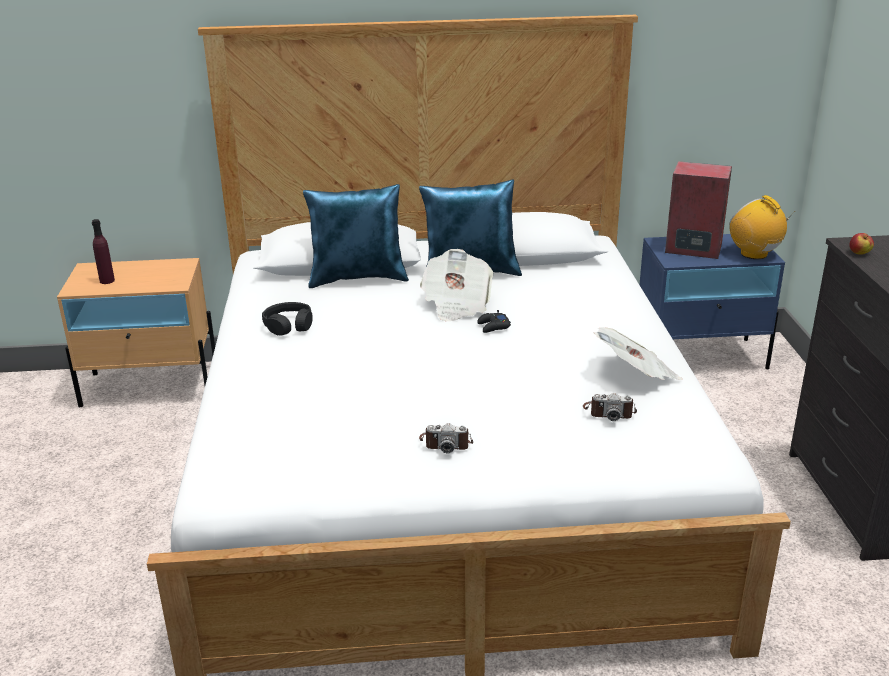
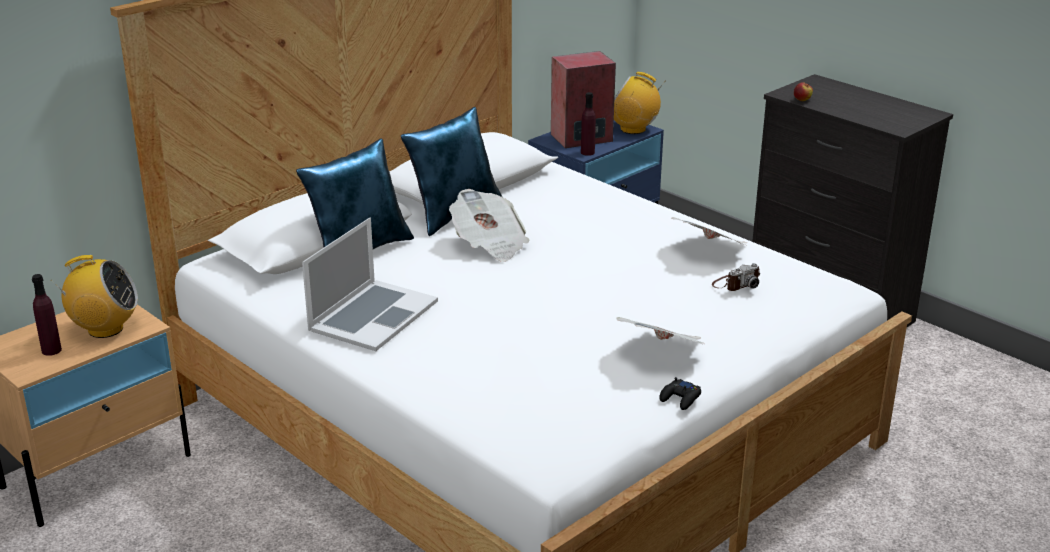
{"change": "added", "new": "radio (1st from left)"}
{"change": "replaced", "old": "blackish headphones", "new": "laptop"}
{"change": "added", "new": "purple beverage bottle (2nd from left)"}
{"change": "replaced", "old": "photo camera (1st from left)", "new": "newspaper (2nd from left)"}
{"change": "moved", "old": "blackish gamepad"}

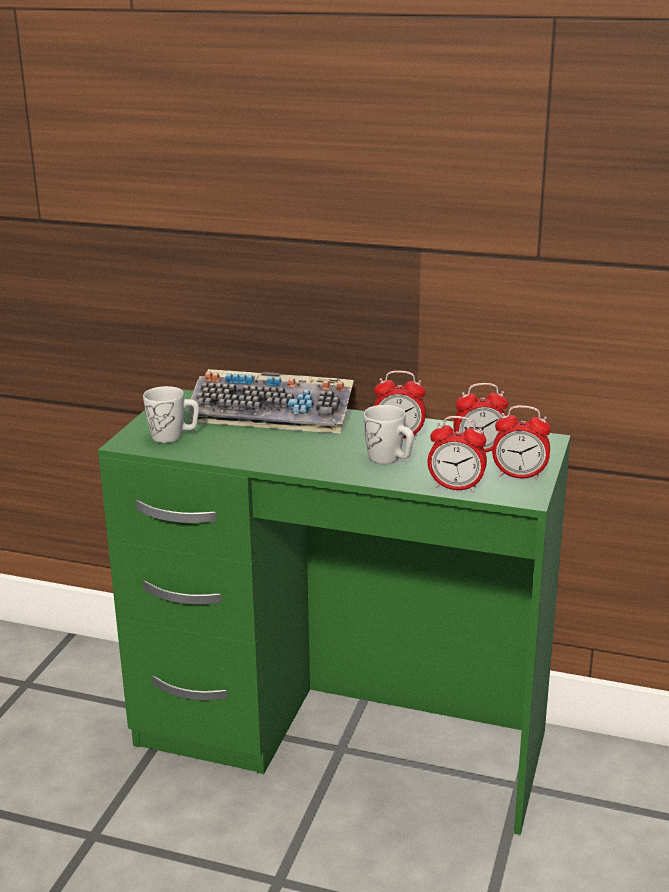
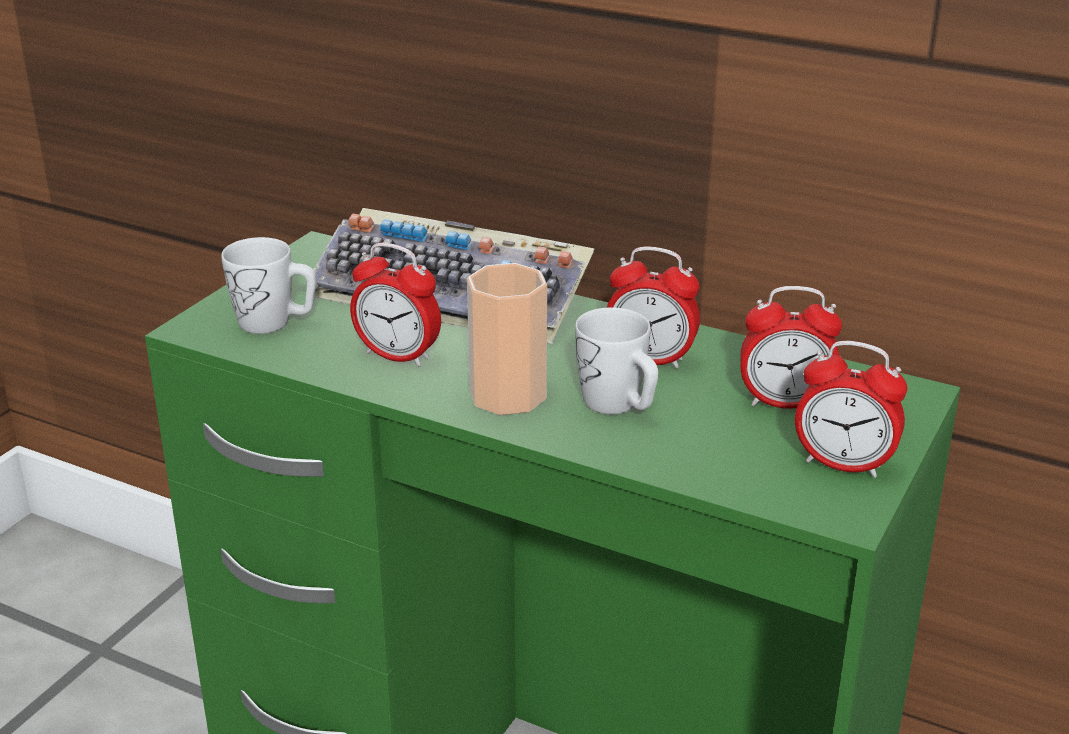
{"change": "moved", "old": "bedside clock (2nd from left in the first image)", "new": "bedside clock (1st from left)"}
{"change": "added", "new": "drinking cup"}

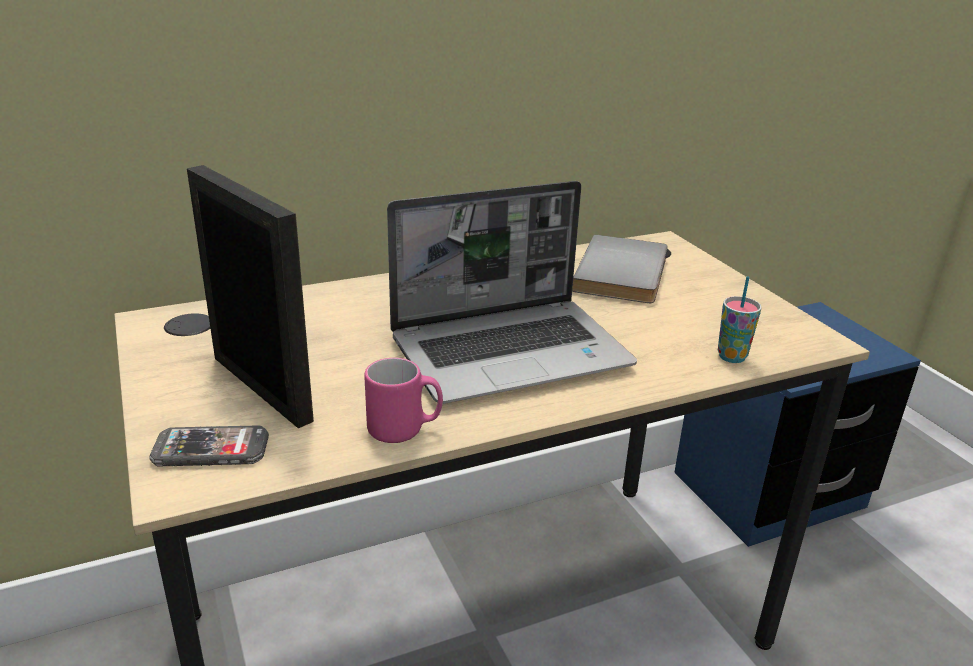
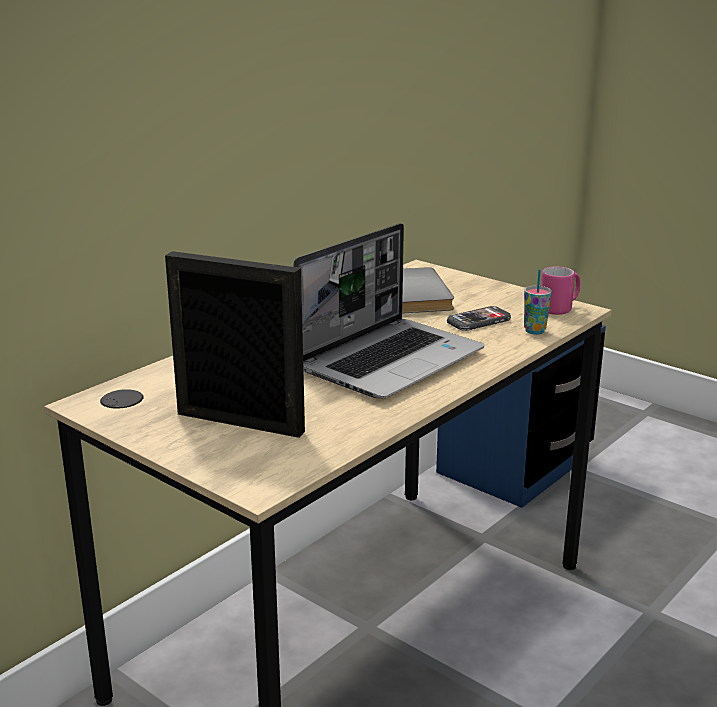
{"change": "moved", "old": "telephone"}
{"change": "moved", "old": "pinkish tea mug"}

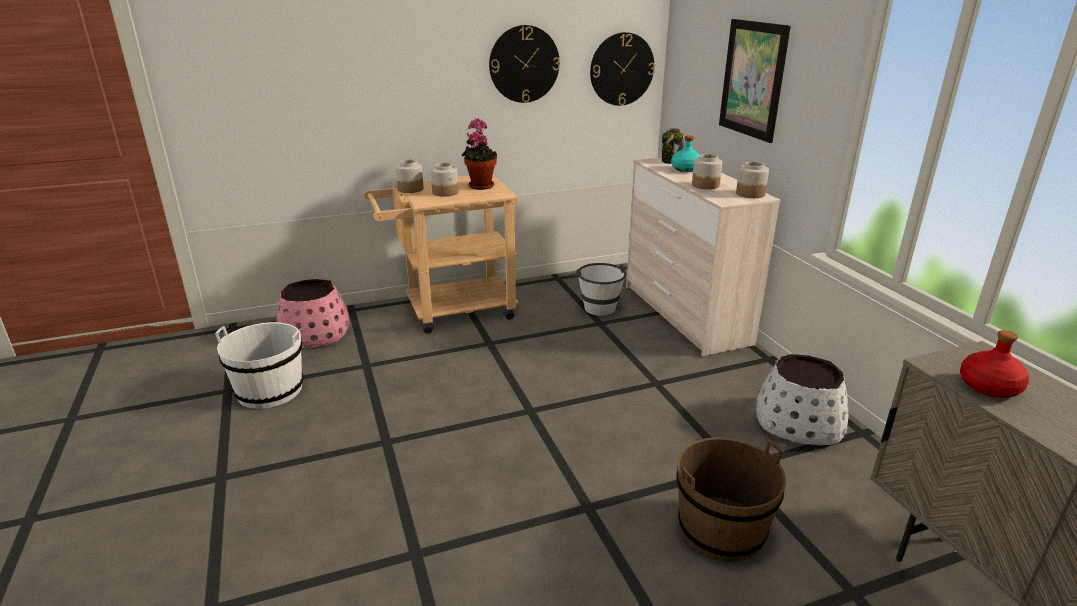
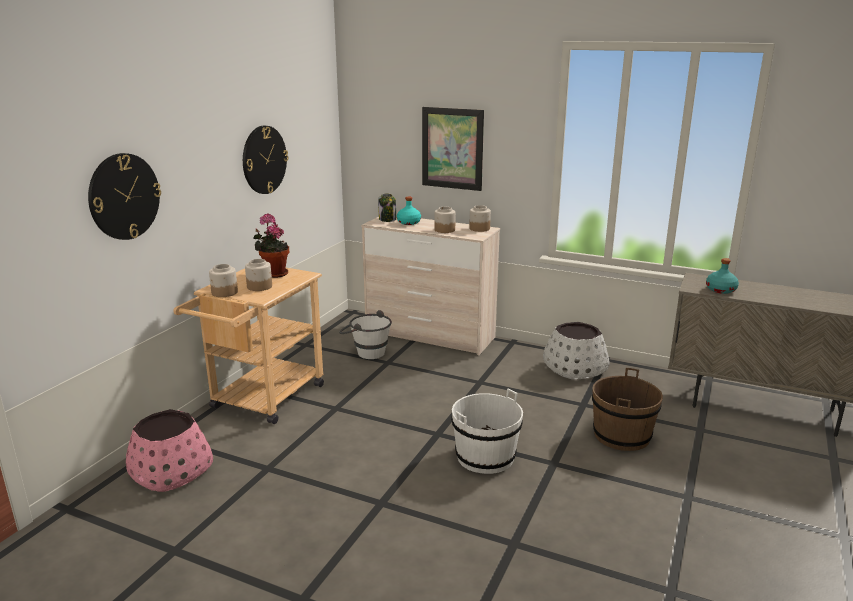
{"change": "moved", "old": "clock on the wall (2nd from left in the first image)", "new": "clock on the wall (1st from left)"}
{"change": "moved", "old": "white bucket (1st from left in the first image)", "new": "white bucket (2nd from left)"}
{"change": "recoloured", "old": "red beverage bottle", "new": "blue-green beverage bottle (2nd from left)"}

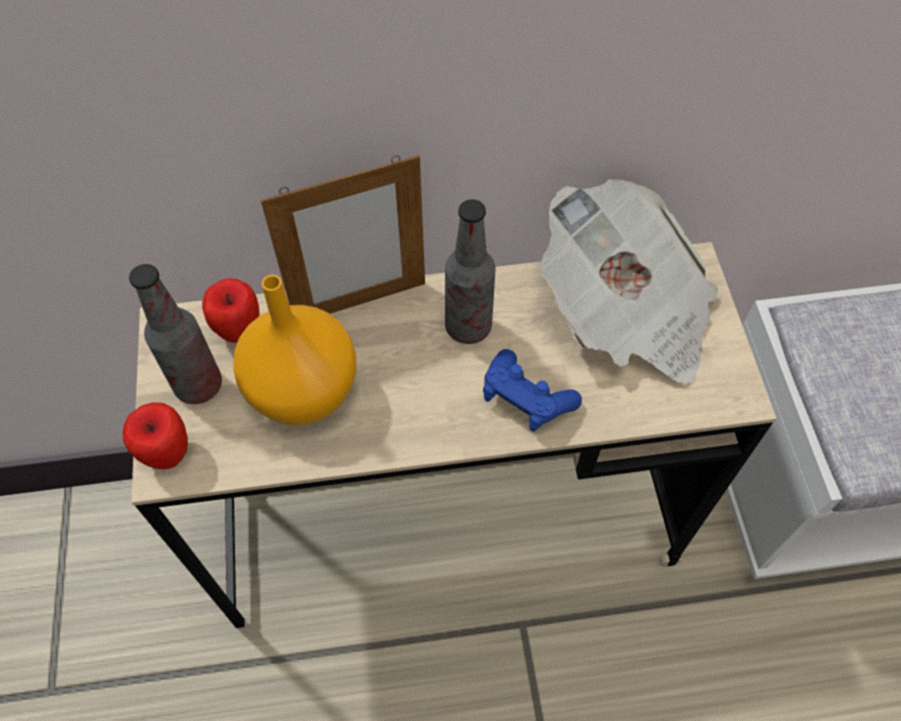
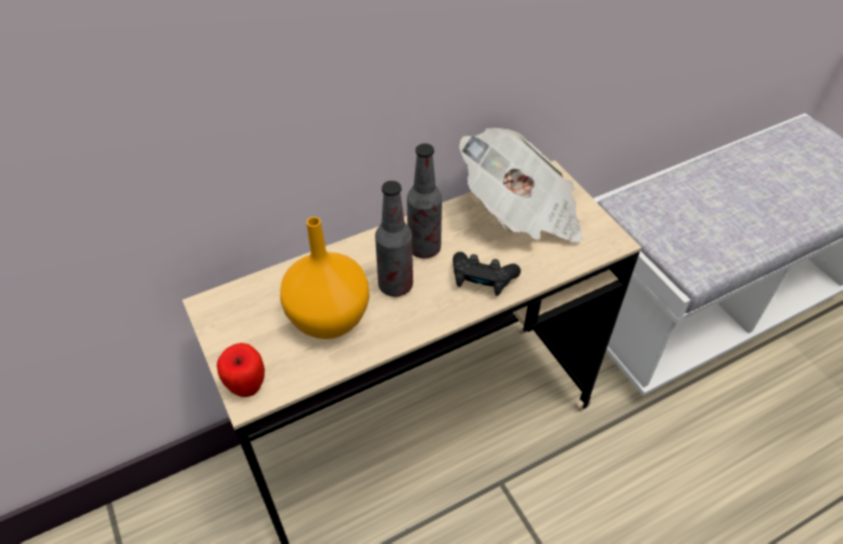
{"change": "moved", "old": "beverage bottle (1st from left)"}
{"change": "recoloured", "old": "blue-coloured gamepad", "new": "blackish gamepad"}
{"change": "removed", "old": "apple (2nd from left)"}
{"change": "removed", "old": "picture frame"}

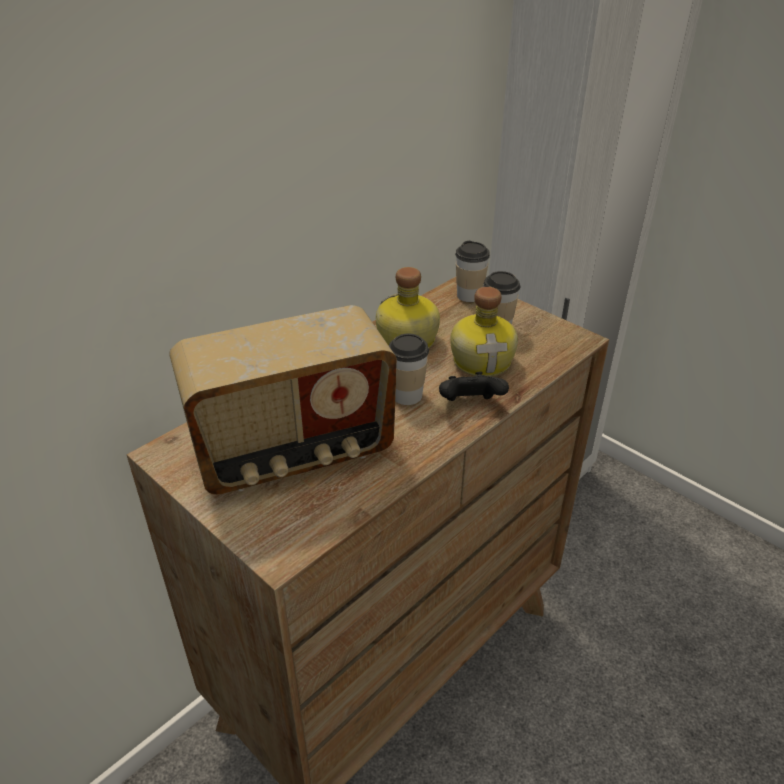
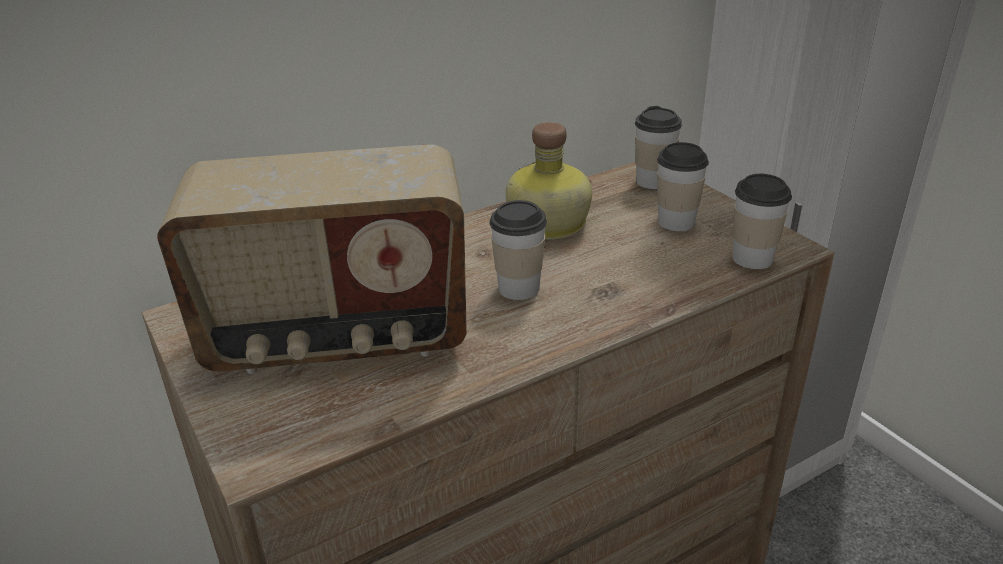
{"change": "added", "new": "drinking cup (4th from left)"}
{"change": "removed", "old": "blackish gamepad"}
{"change": "removed", "old": "beverage bottle (2nd from left)"}

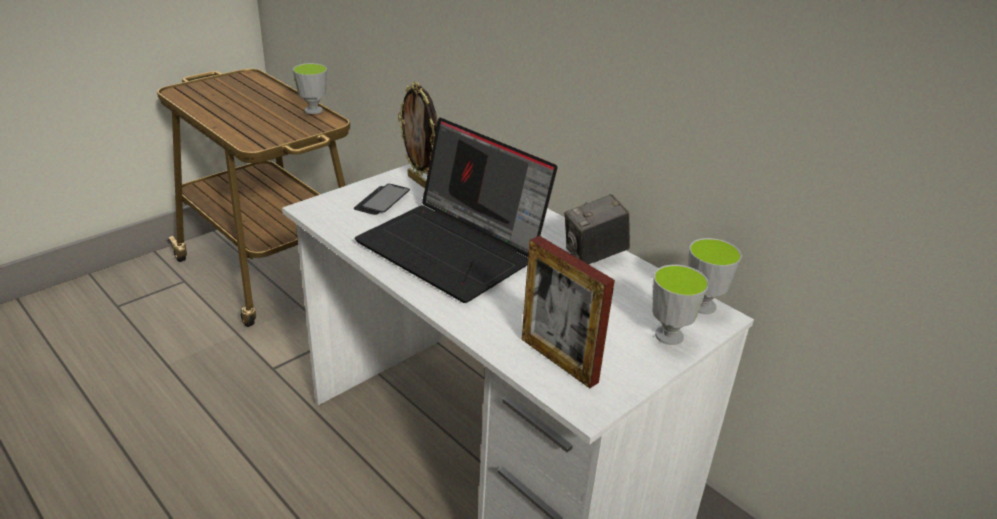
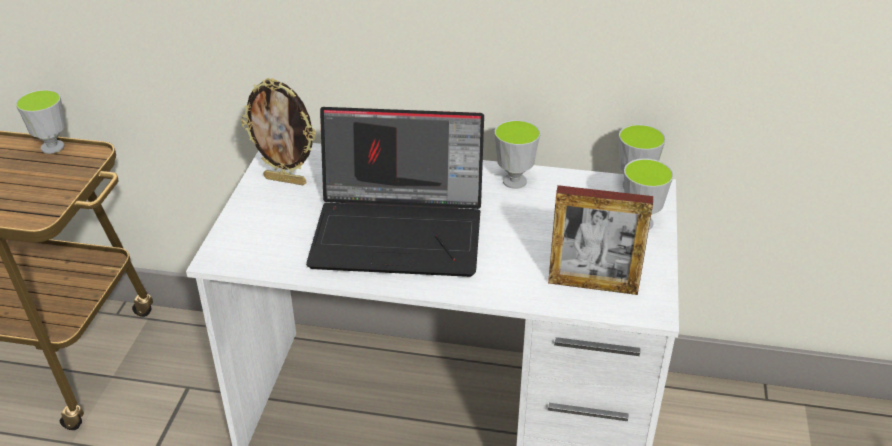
{"change": "replaced", "old": "photo camera", "new": "drinking cup (2nd from left)"}
{"change": "removed", "old": "telephone"}

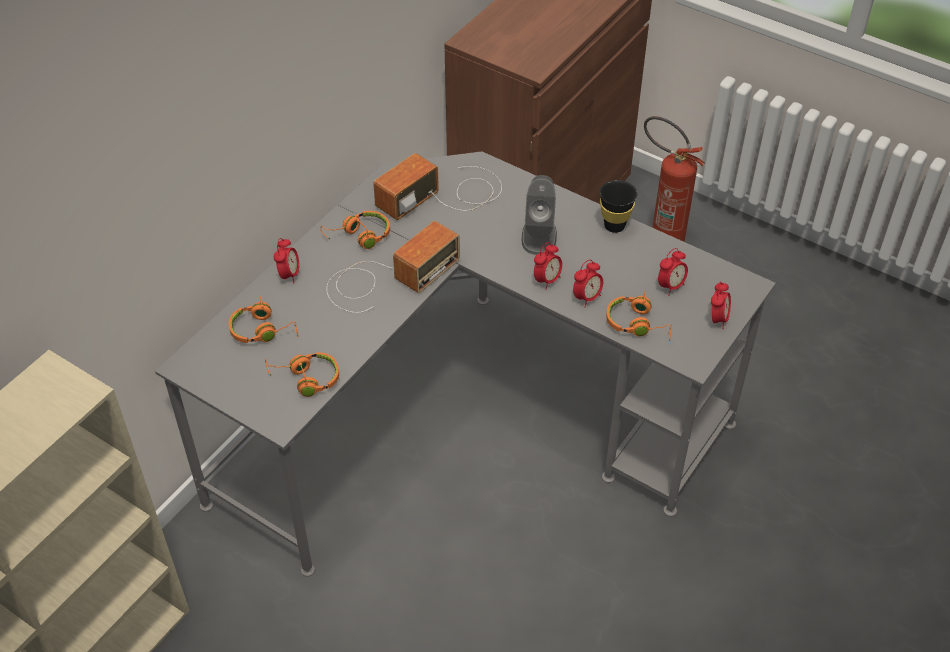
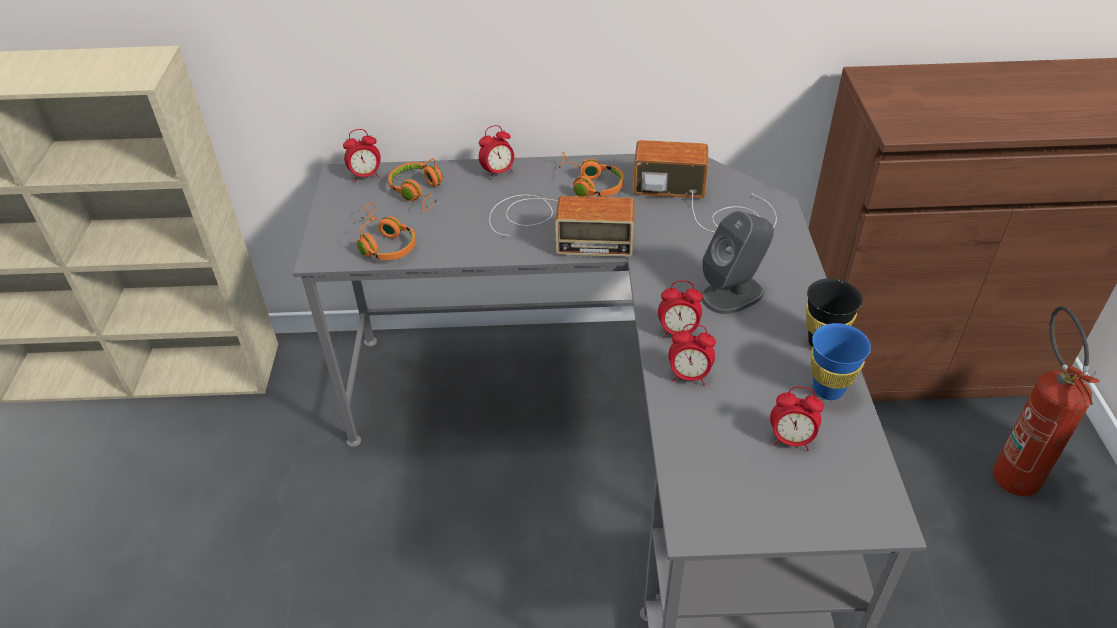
{"change": "moved", "old": "bedside clock (5th from left in the first image)", "new": "bedside clock (1st from left)"}
{"change": "added", "new": "blue-coloured drinking cup"}
{"change": "removed", "old": "orangey headphones (4th from left)"}

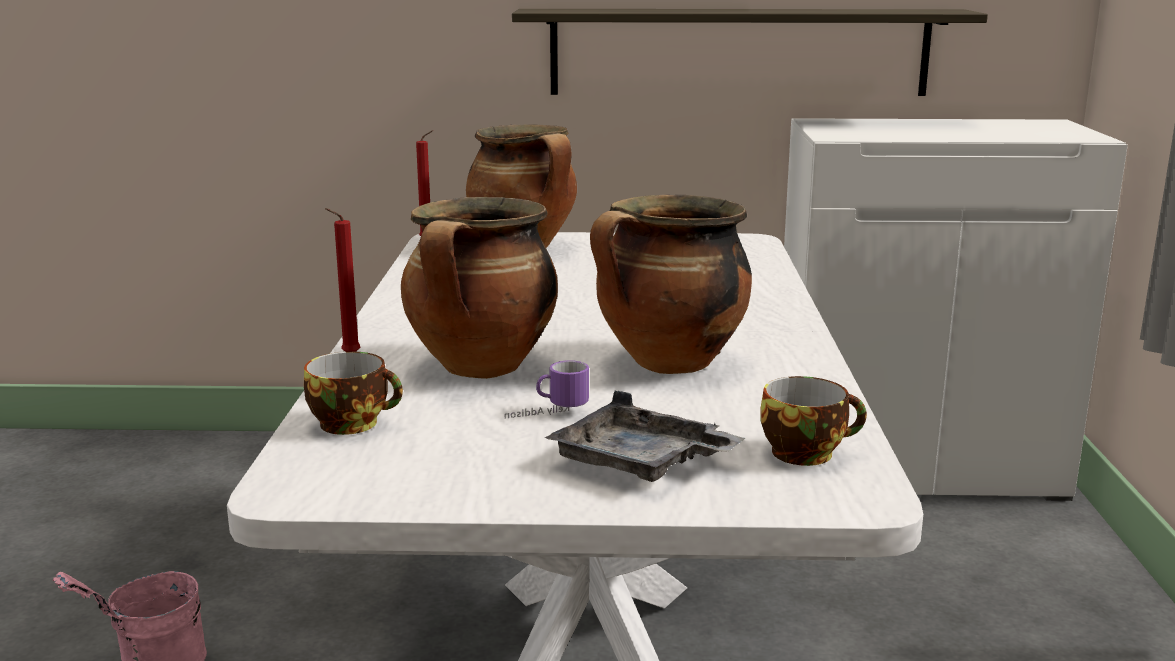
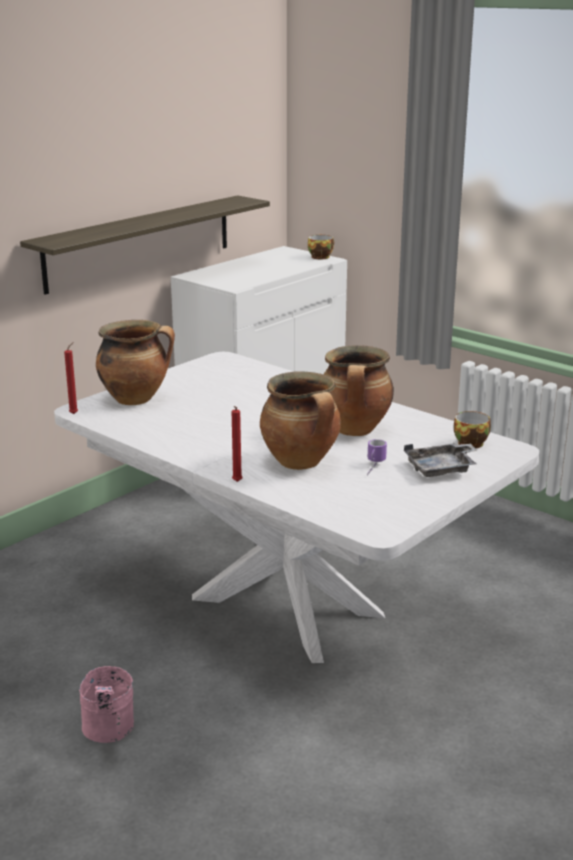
{"change": "moved", "old": "drinking cup (1st from left)"}

